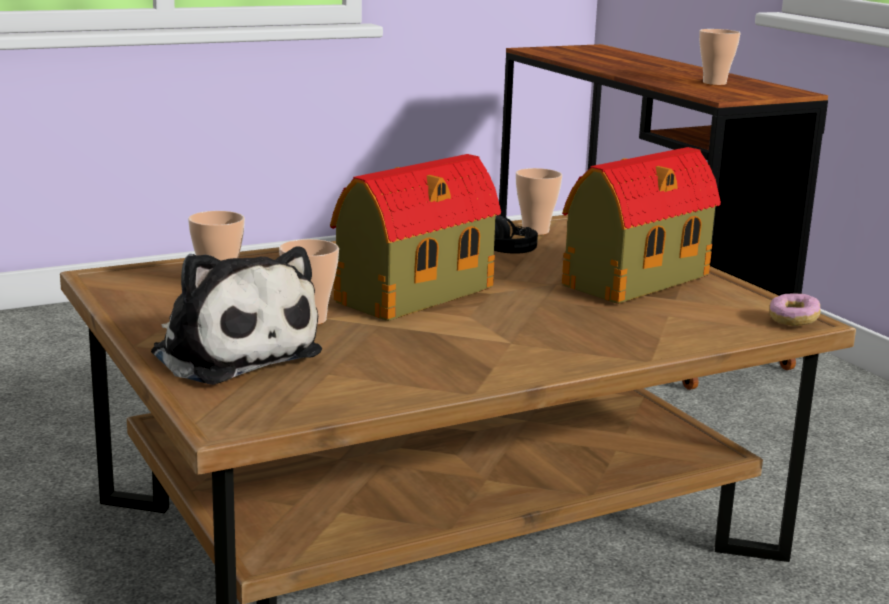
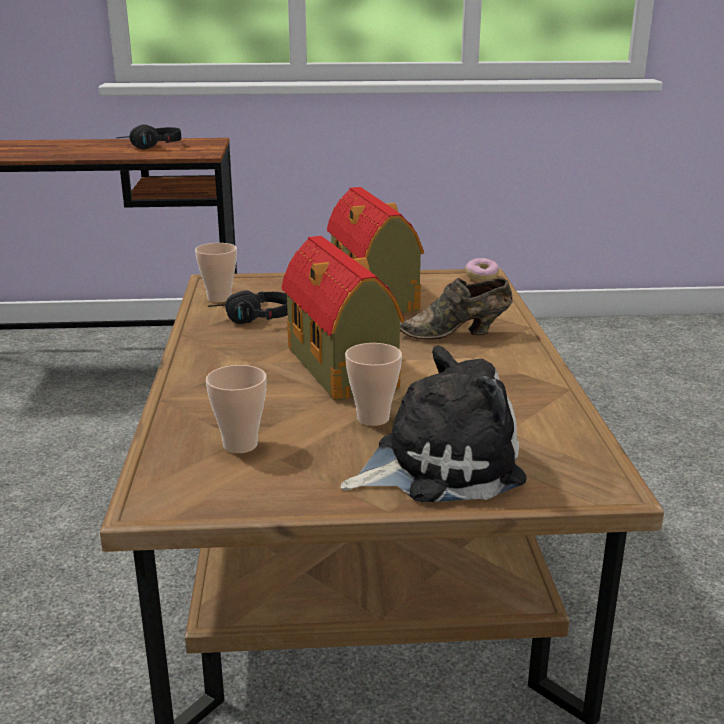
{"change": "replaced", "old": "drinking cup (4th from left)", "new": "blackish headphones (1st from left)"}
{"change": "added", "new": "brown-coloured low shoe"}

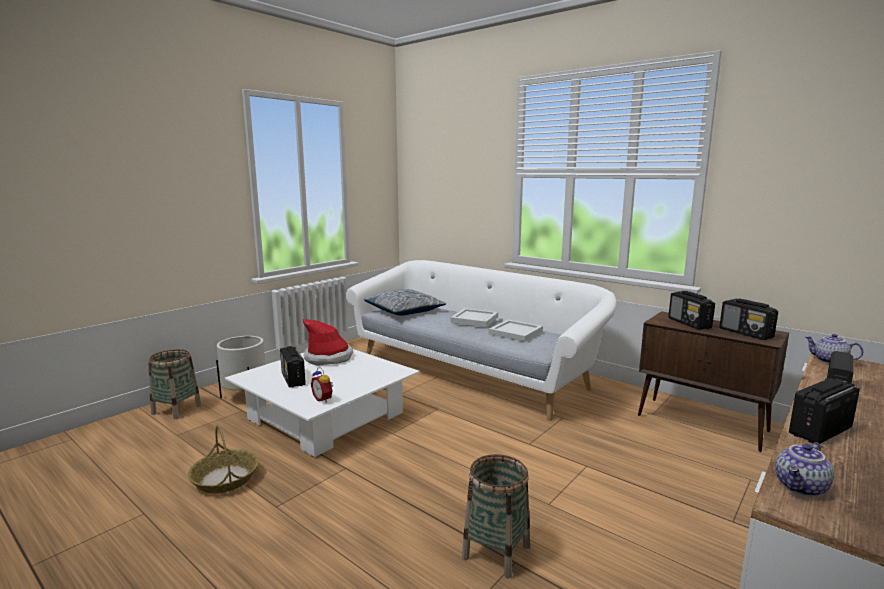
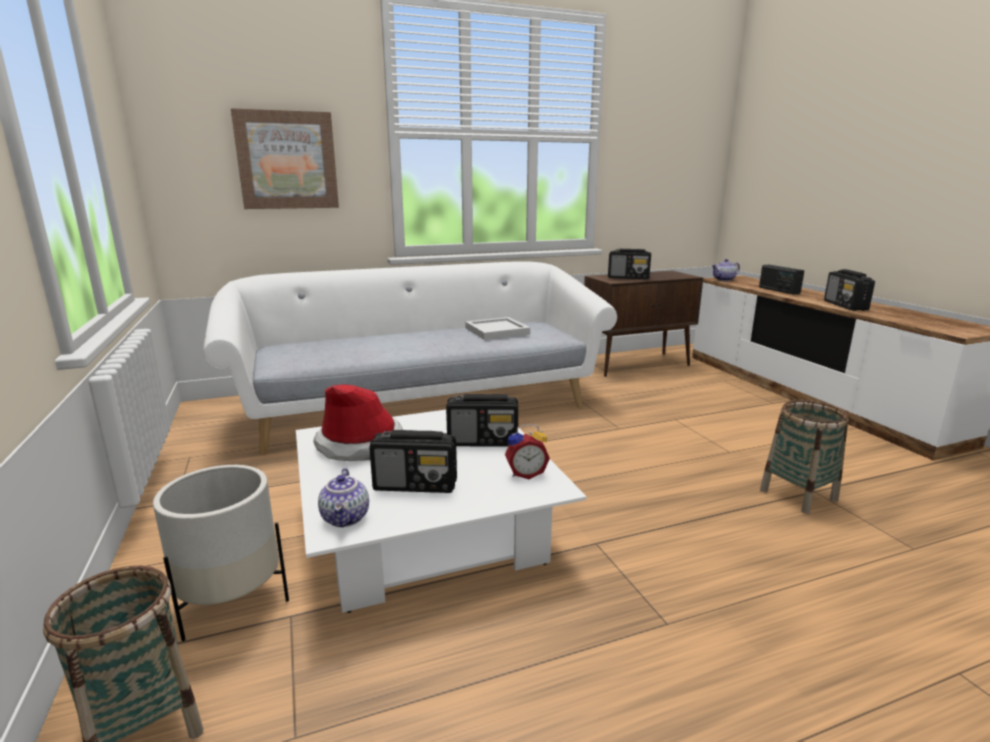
{"change": "added", "new": "picture"}
{"change": "moved", "old": "pot for tea (1st from left)"}
{"change": "moved", "old": "radio (3rd from left in the first image)", "new": "radio (2nd from left)"}
{"change": "removed", "old": "basket (2nd from left)"}
{"change": "removed", "old": "throw pillow"}
{"change": "removed", "old": "white carrying tray (1st from left)"}

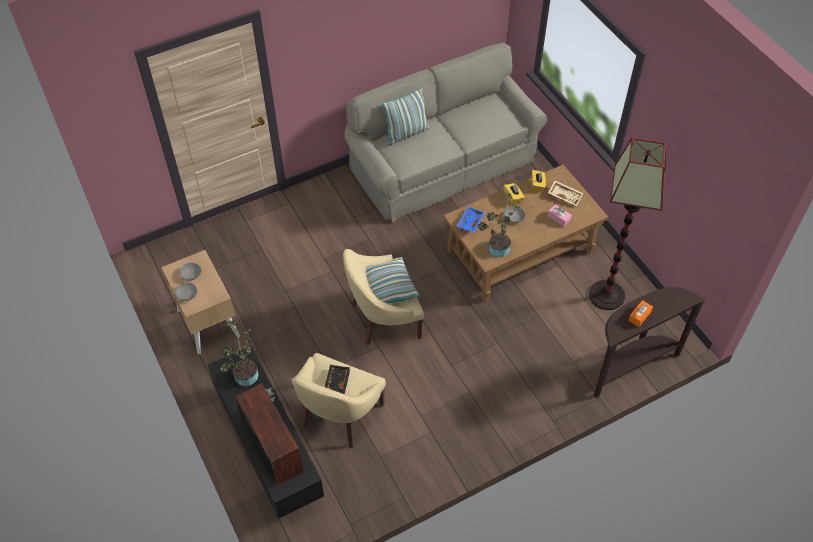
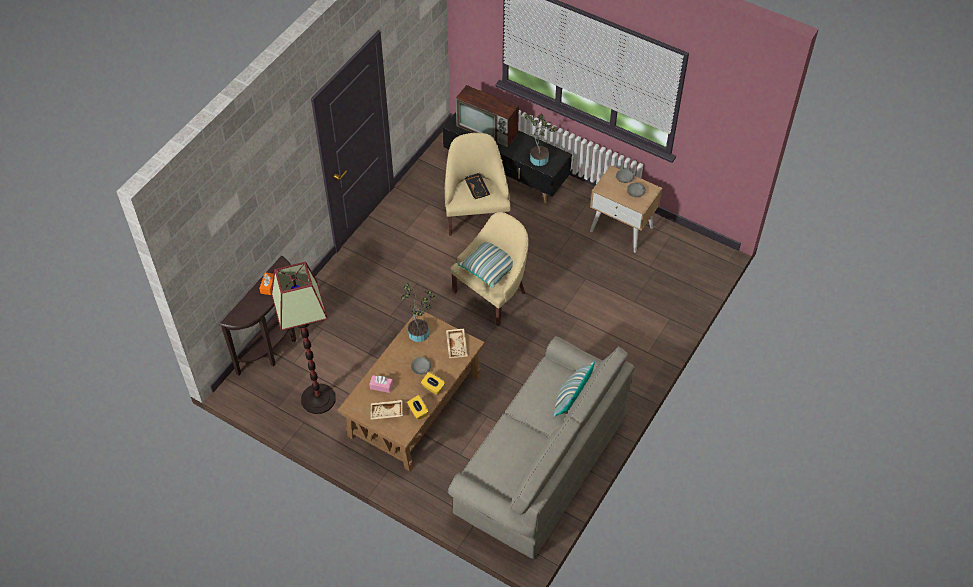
{"change": "recoloured", "old": "blue-coloured carrying tray", "new": "beige-coloured carrying tray (2nd from left)"}

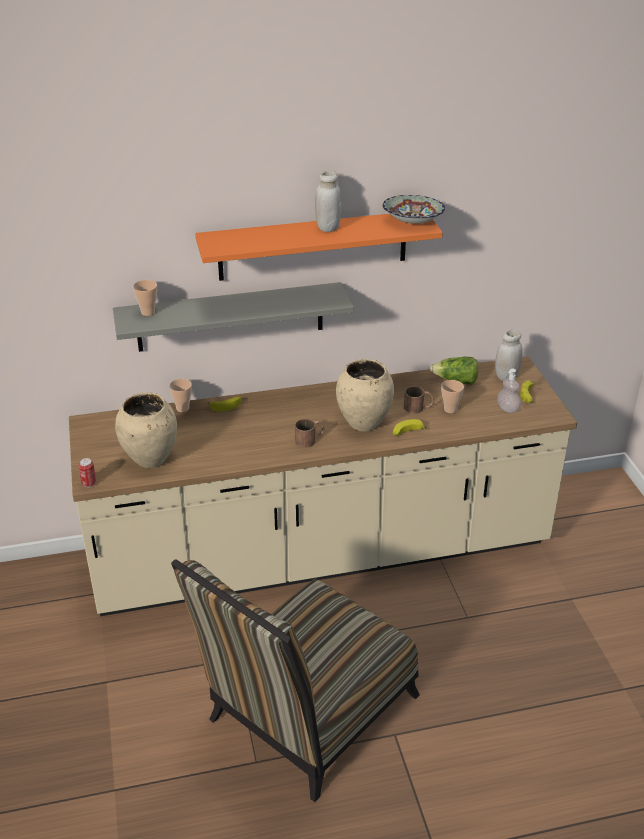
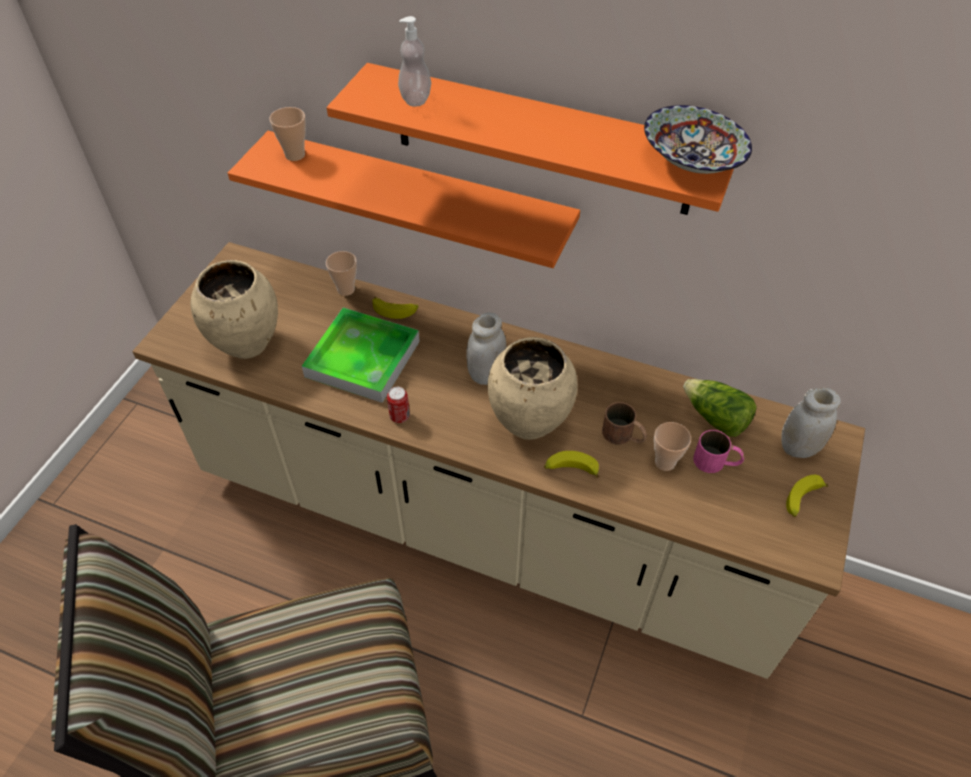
{"change": "recoloured", "old": "gray bracket shelf", "new": "orangey bracket shelf (1st from left)"}
{"change": "added", "new": "carrying tray"}
{"change": "moved", "old": "metal can"}
{"change": "moved", "old": "liquid soap bottle"}
{"change": "moved", "old": "white preserve jar (1st from left)"}
{"change": "added", "new": "pinkish tea mug"}
{"change": "removed", "old": "brown-coloured tea mug (1st from left)"}

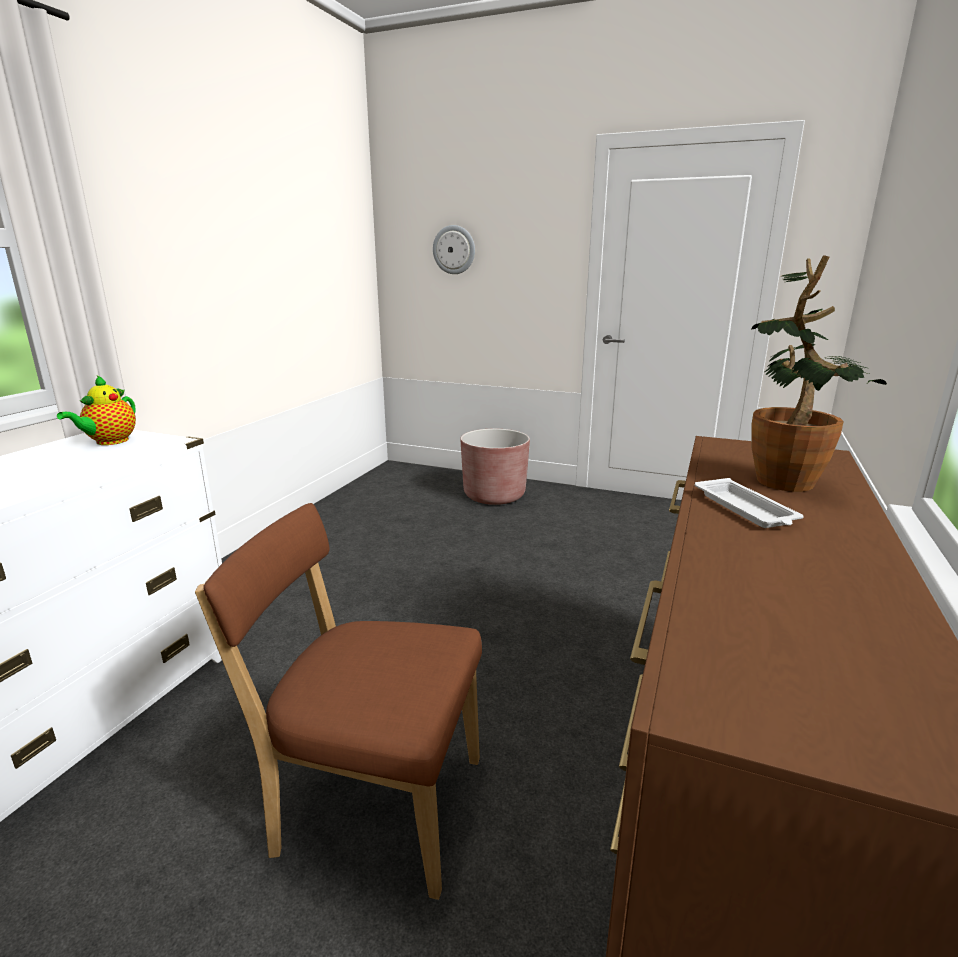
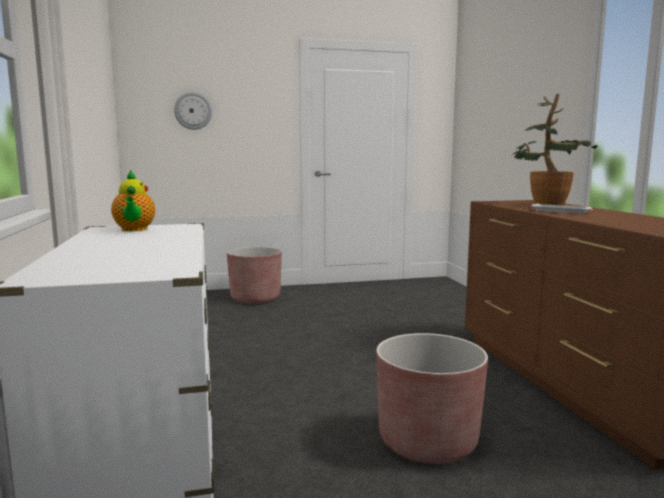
{"change": "replaced", "old": "brown-coloured chair", "new": "brown-coloured flower pot (2nd from left)"}

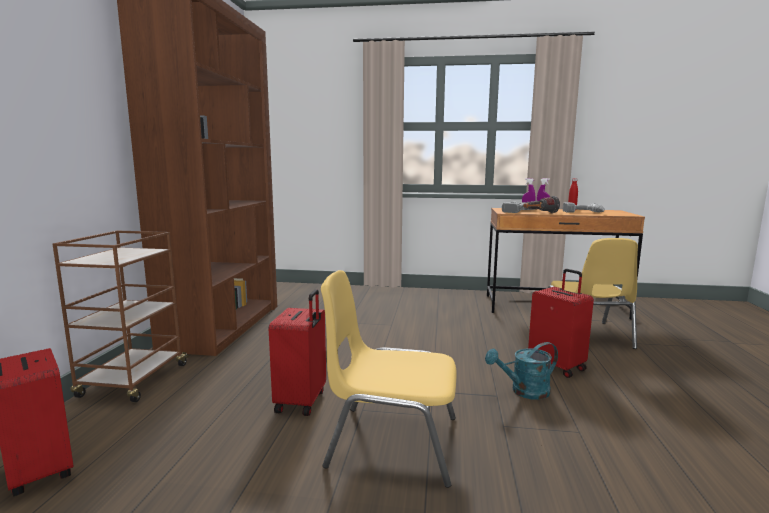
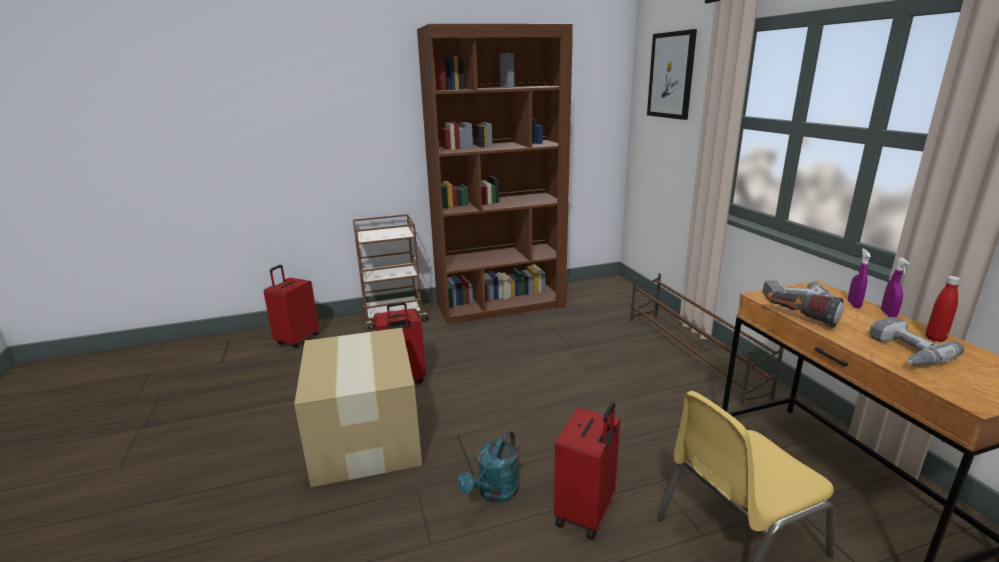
{"change": "replaced", "old": "yellowish chair (1st from left)", "new": "carton"}
{"change": "turned", "old": "blue-green sprinkling can", "degrees": -105}
{"change": "added", "new": "brown-coloured shoe stand"}
{"change": "added", "new": "picture"}

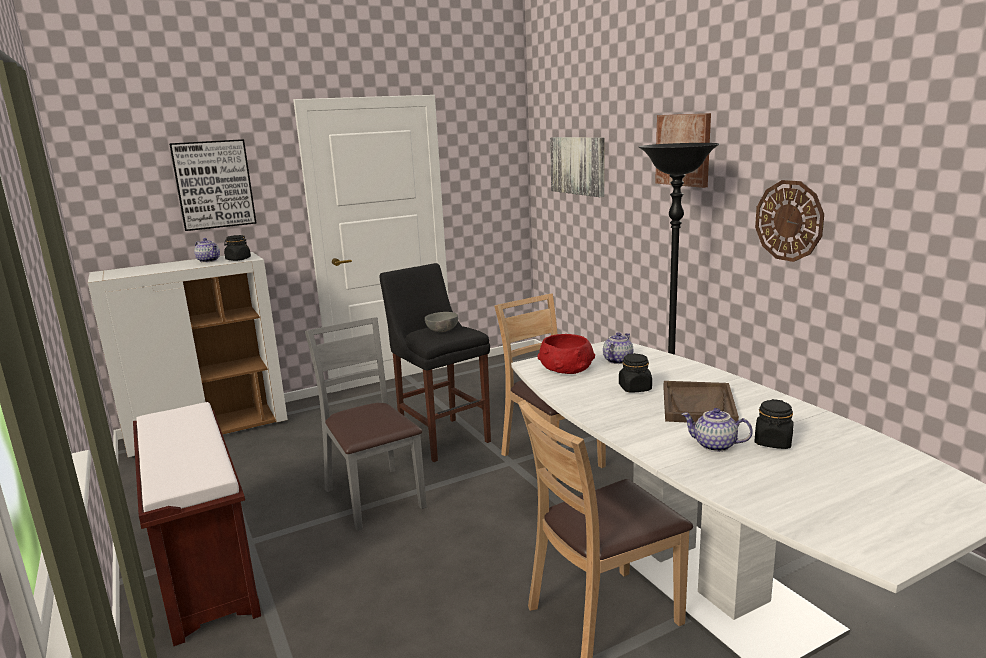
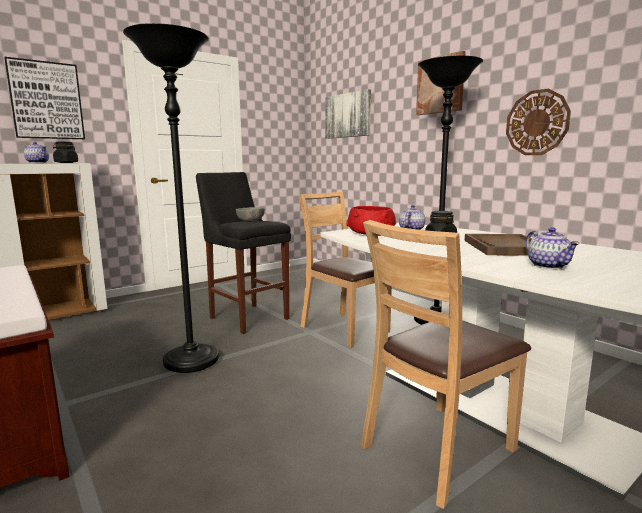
{"change": "replaced", "old": "gray chair", "new": "blackish floor lamp (1st from left)"}
{"change": "turned", "old": "pot for tea (3rd from left)", "degrees": -120}
{"change": "removed", "old": "blackish preserve jar (3rd from left)"}

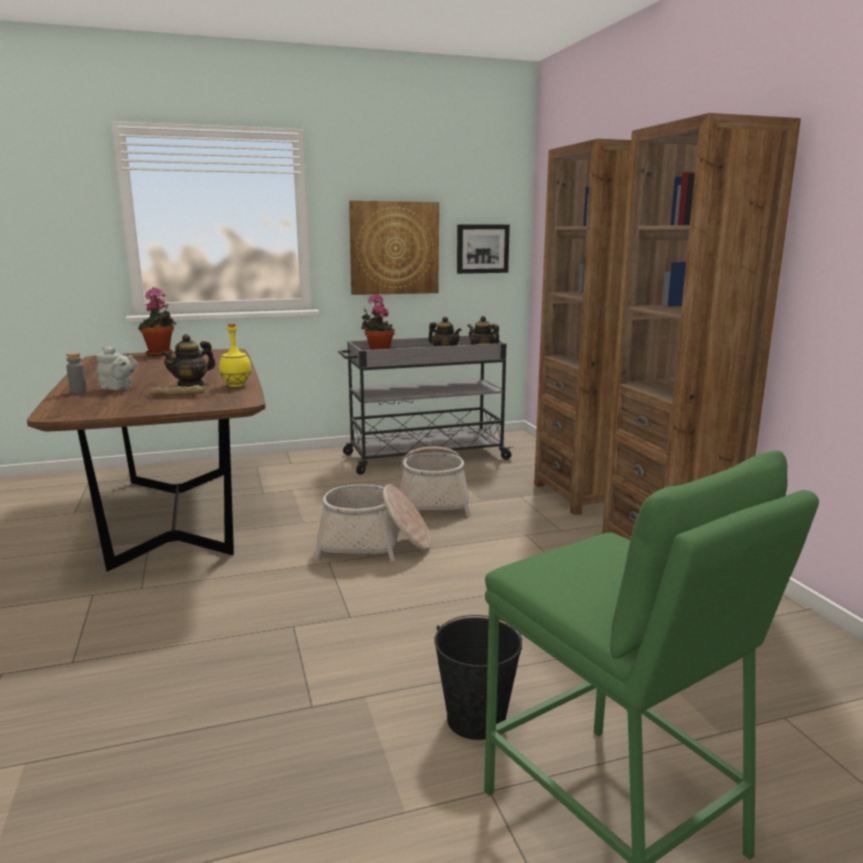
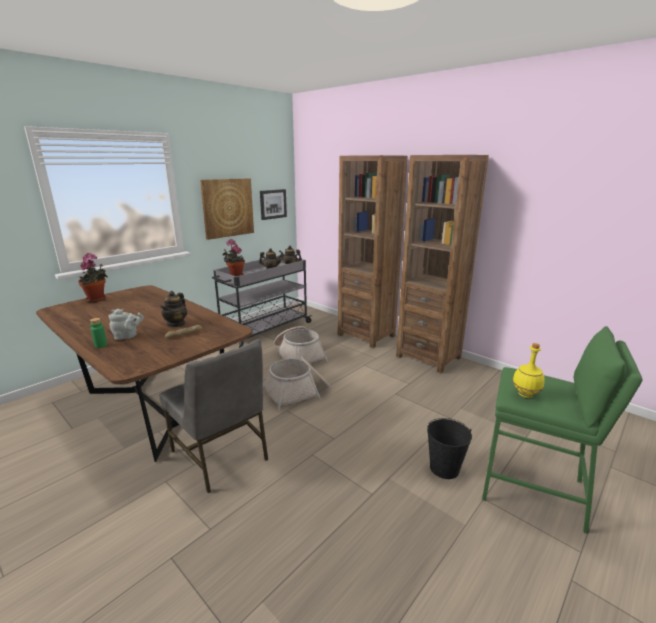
{"change": "recoloured", "old": "gray beverage bottle", "new": "greenish beverage bottle"}
{"change": "added", "new": "gray chair"}
{"change": "moved", "old": "yellowish beverage bottle"}

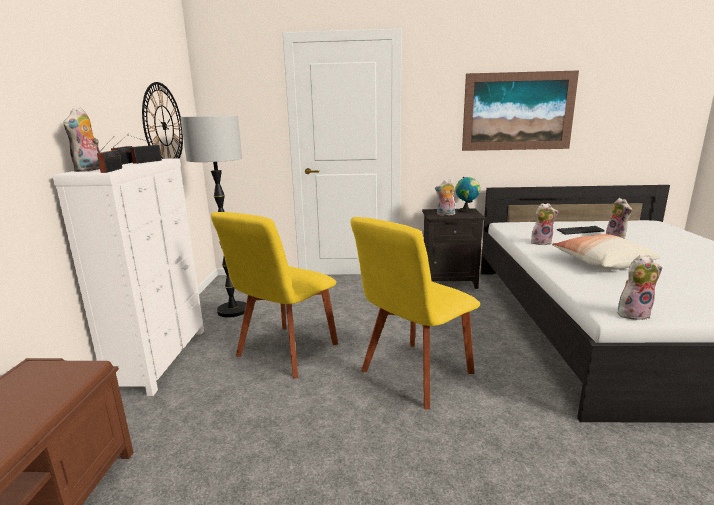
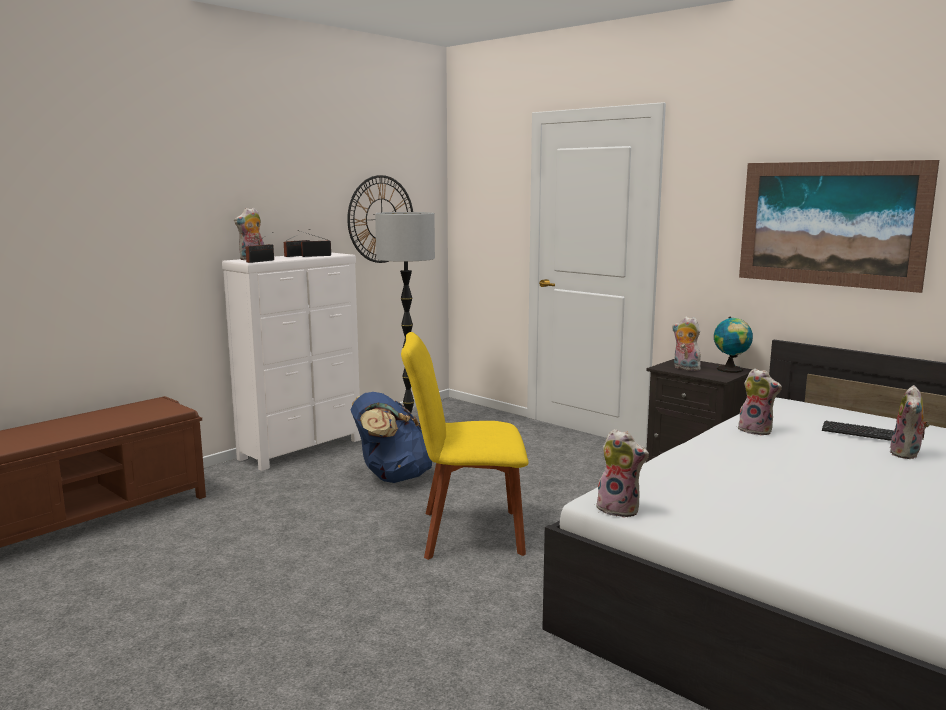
{"change": "replaced", "old": "yellowish chair (1st from left)", "new": "blue-coloured knapsack"}
{"change": "removed", "old": "throw pillow"}

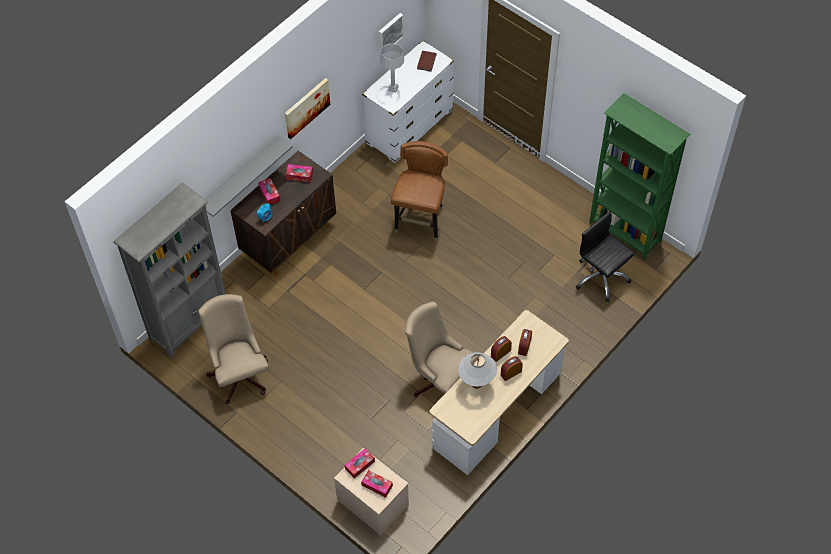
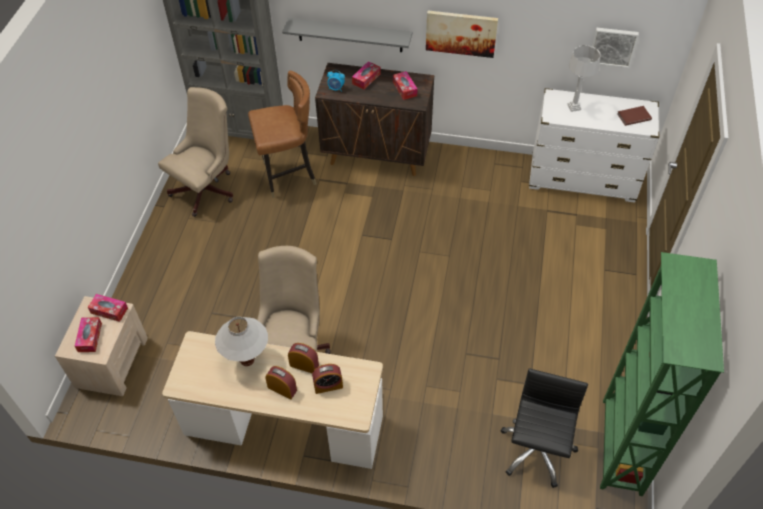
{"change": "moved", "old": "brown-coloured chair"}

